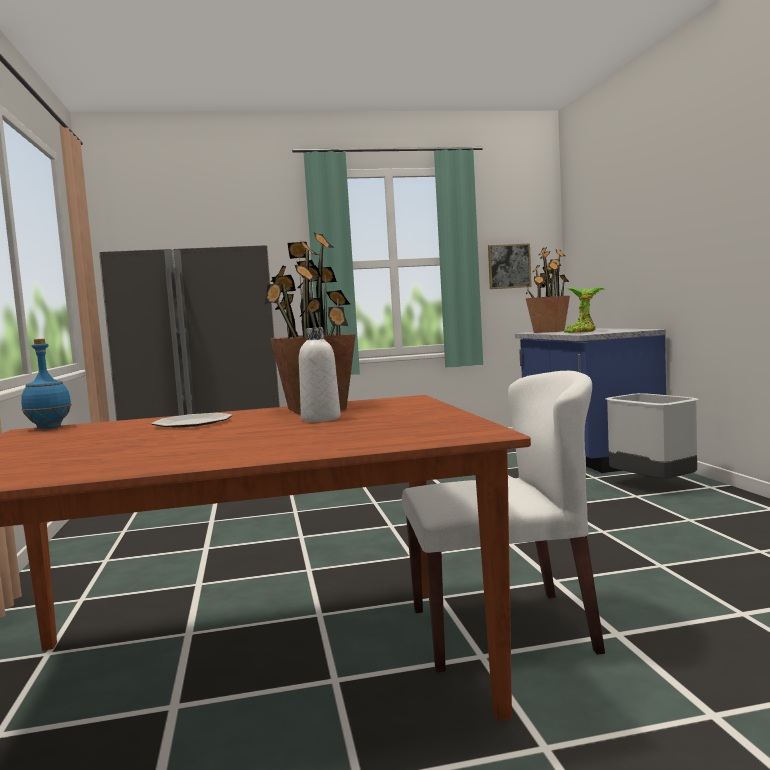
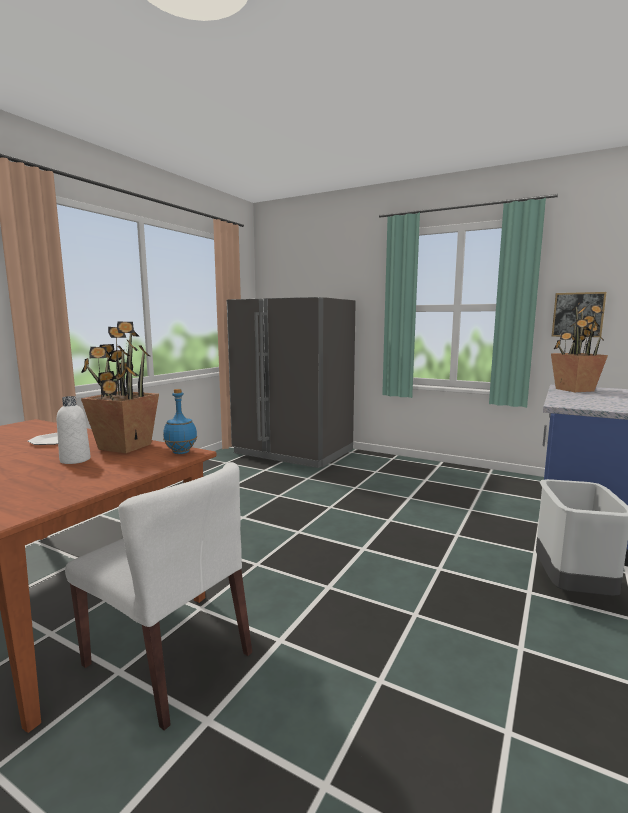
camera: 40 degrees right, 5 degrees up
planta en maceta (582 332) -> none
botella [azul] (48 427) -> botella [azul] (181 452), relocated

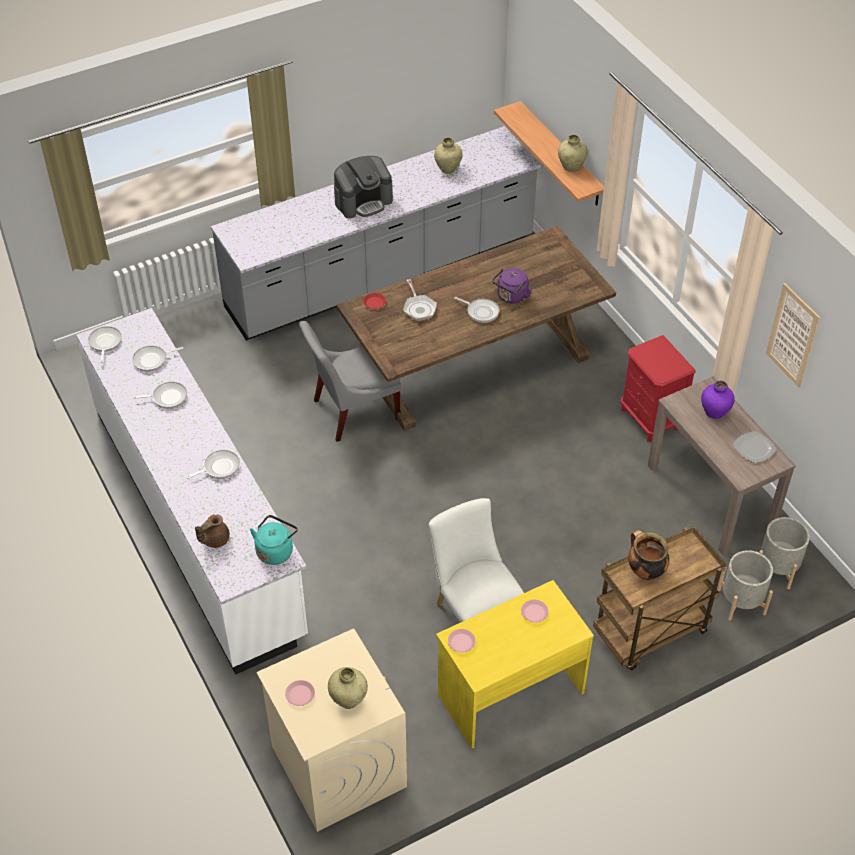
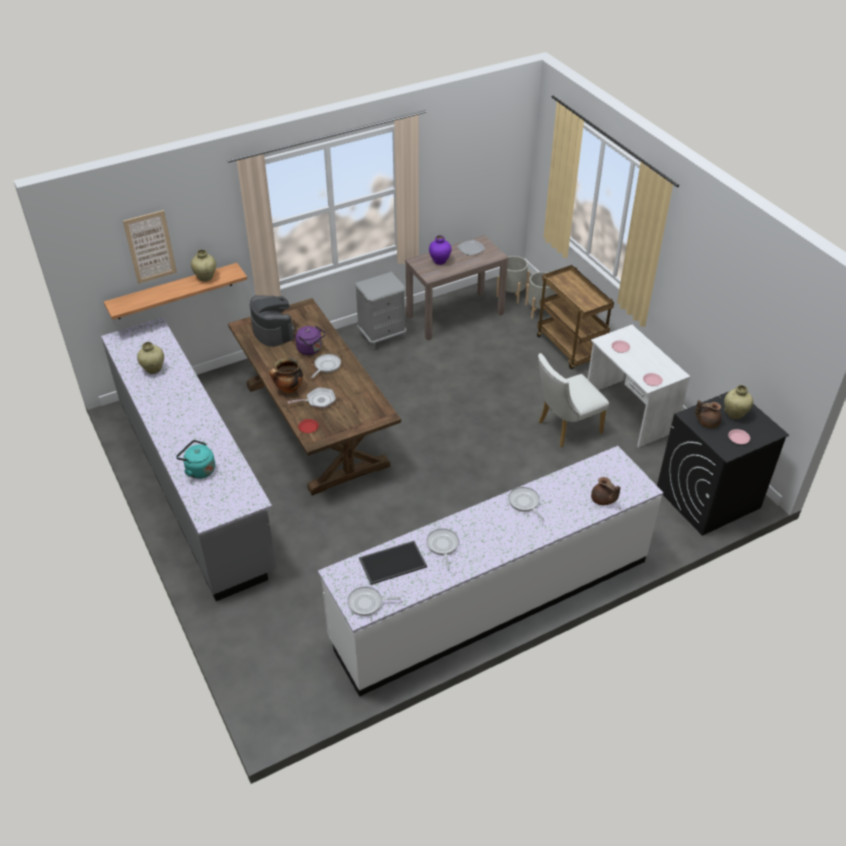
camera: 90 degrees left, 5 degrees down
silla [gris] (352 411) -> none
none -> tetera [marrón] (707 422)
hervidor [turquesa] (275 550) -> hervidor [turquesa] (199 470), relocated
cafetera (363 201) -> cafetera (273 331), relocated
olla (645 571) -> olla (288 389), relocated
cuadro (792 335) -> cuadro (150 247), relocated
sartén (152 360) -> bandeja (393 562)
lavadora [beis] (338 766) -> lavadora [negro] (707 498)
escritorio [amarillo] (509 693) -> escritorio [blanco] (629 412)
mesita de noche [rojo] (650 419) -> mesita de noche [gris] (383 336)

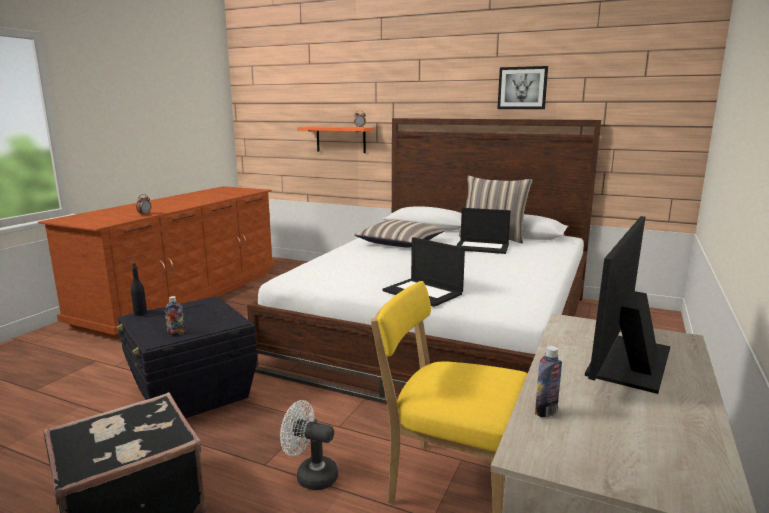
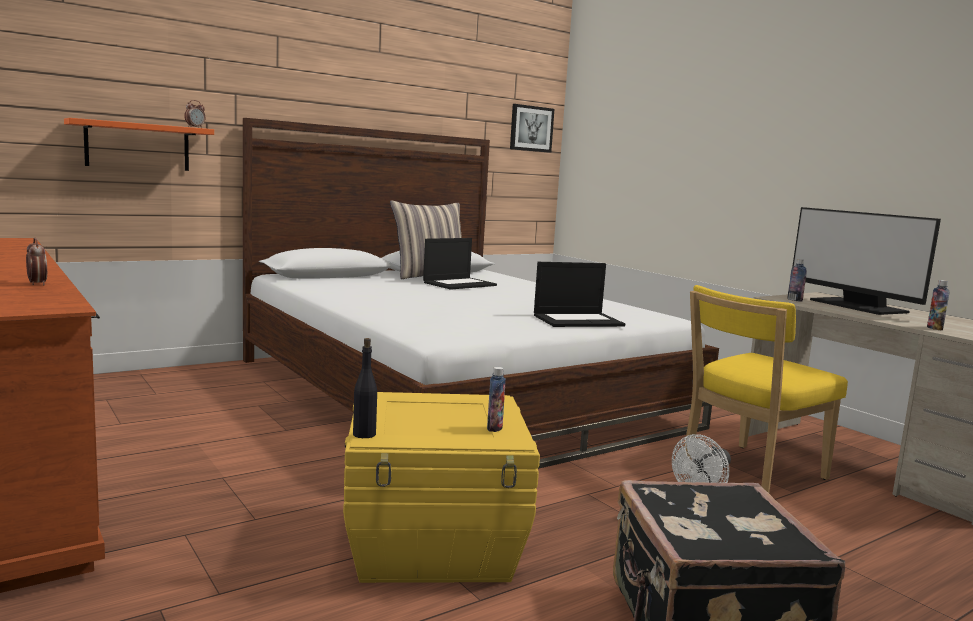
camera: 60 degrees left, 5 degrees down
cojín (400 243) -> none
none -> botella (794 300)
cuadro (522 88) -> cuadro (531 128), relocated
caja de almacenaje [negro] (192 393) -> caja de almacenaje [amarillo] (435 545)

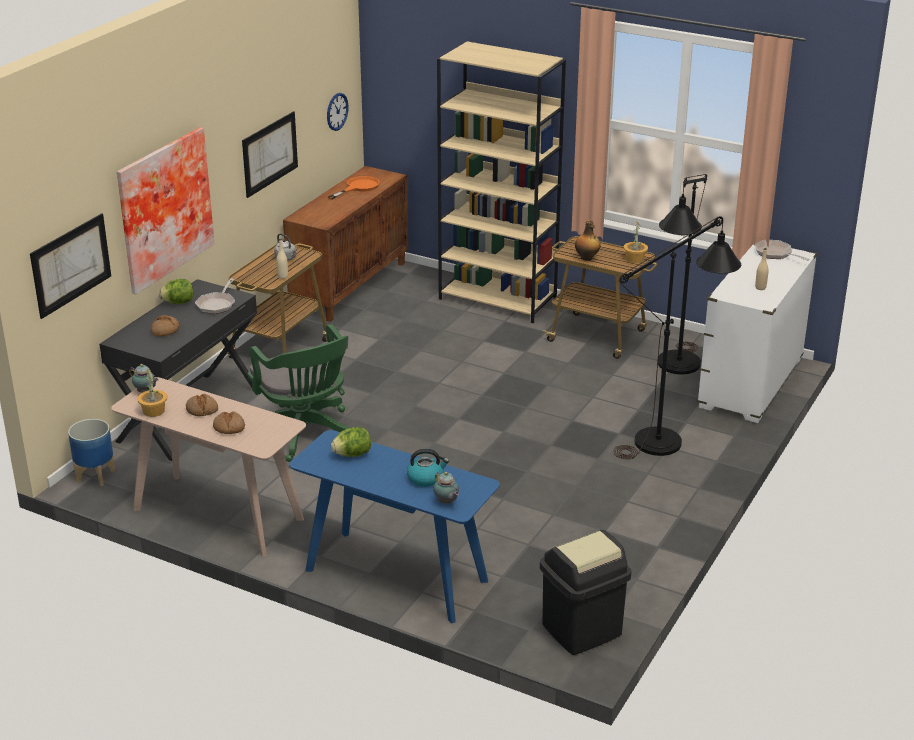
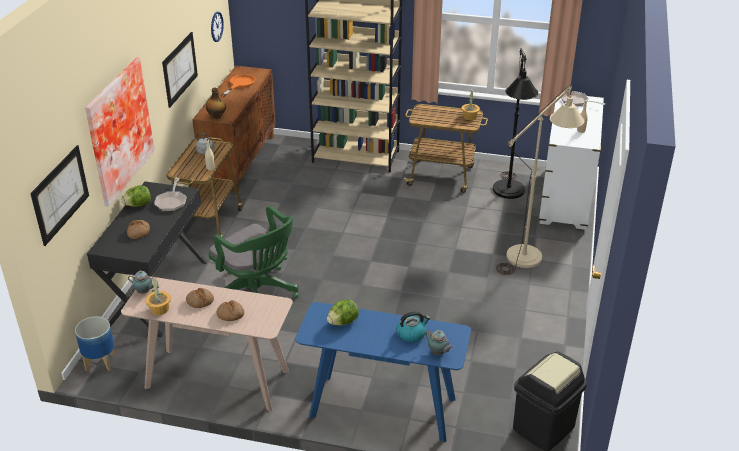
camera: 15 degrees left, 5 degrees up
botella (587 258) -> botella (217 116), relocated
lámpara de pie [negro] (669 439) -> lámpara de pie [beis] (531 252)

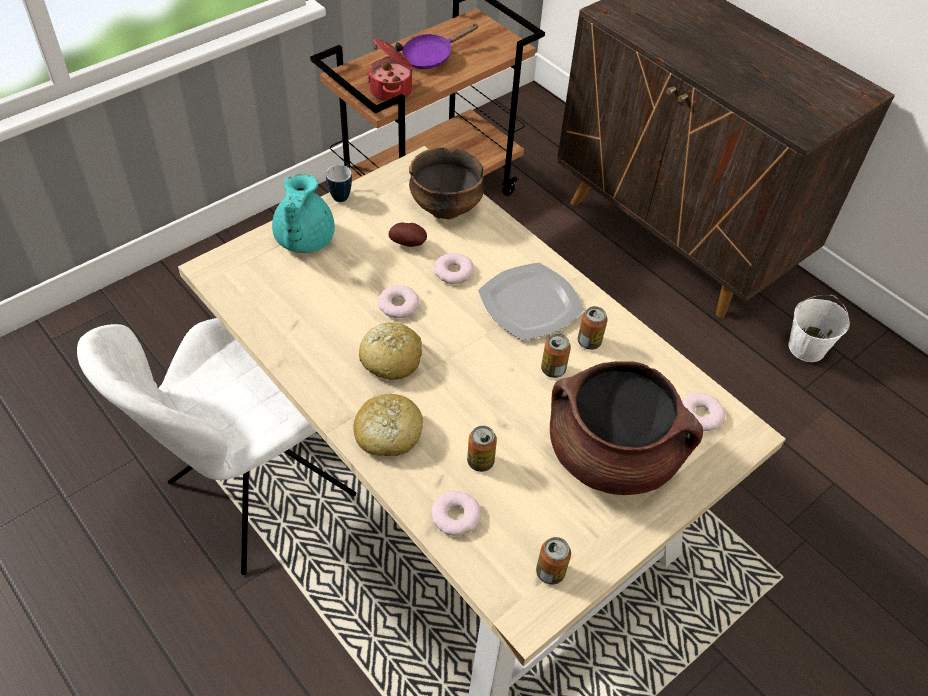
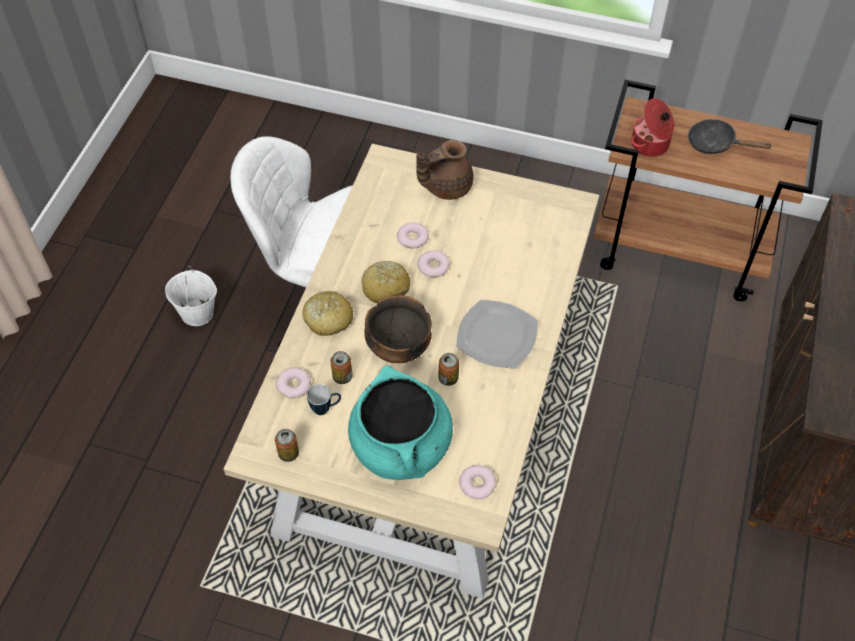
camera: 60 degrees right, 5 degrees up
patata (409 243) -> none
lata (589 342) -> none
taza grande (342 194) -> taza grande (325 408), relocated
cuenco (445 207) -> cuenco (398 347), relocated
rosquilla (453 272) -> rosquilla (412 238), relocated
cubo [blanco] (806 347) -> cubo [blanco] (198 313), relocated
tetera [turquesa] (303 240) -> tetera [marrón] (446 186)
sartén [morado] (431 57) -> sartén [negro] (715 143)
olla [marrón] (612 455) -> olla [turquesa] (401 446)

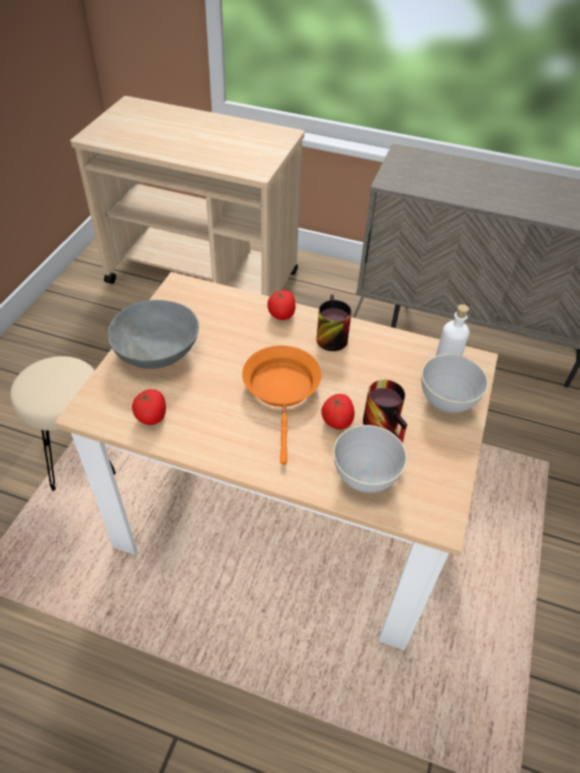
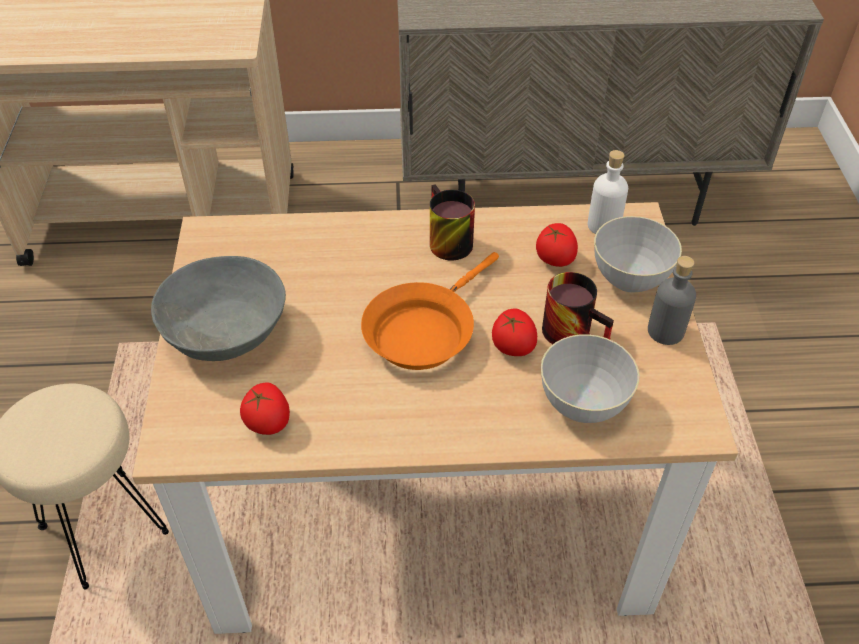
camera: 20 degrees left, 0 degrees up
none -> botella [gris] (665 331)
tomate (282 314) -> tomate (555 258), relocated
sartén [naranja] (282 391) -> sartén [naranja] (423 331), 120 degrees counterclockwise

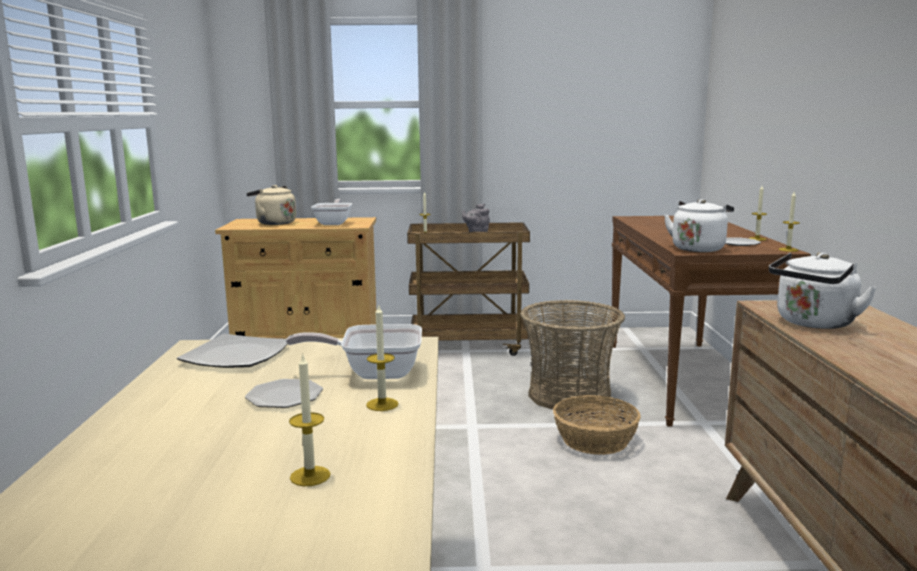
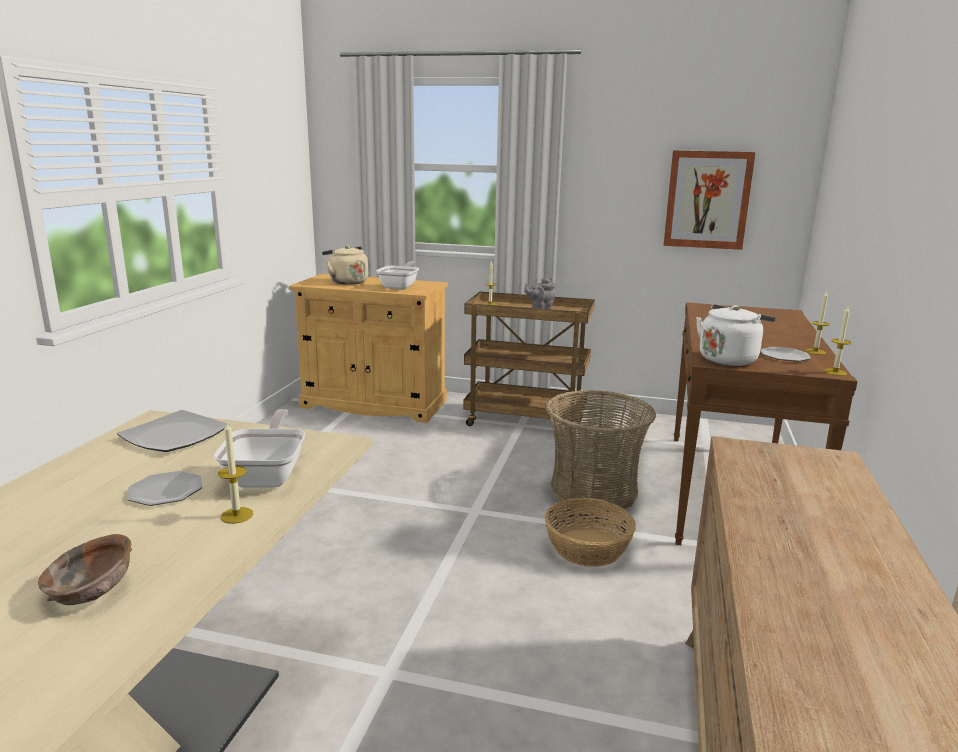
camera: 15 degrees right, 5 degrees up
hervidor [blanco] (813 323) -> none
none -> cuadro (707 200)
vela (310 476) -> cuenco [marrón] (92 590)
sartén (373 373) -> sartén (268 474), 75 degrees clockwise

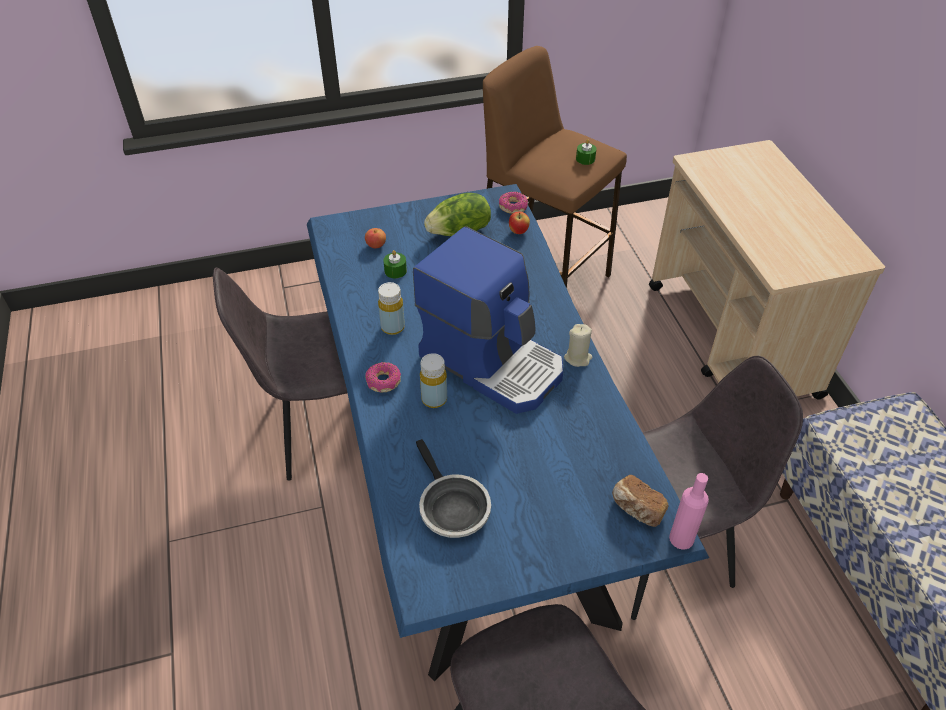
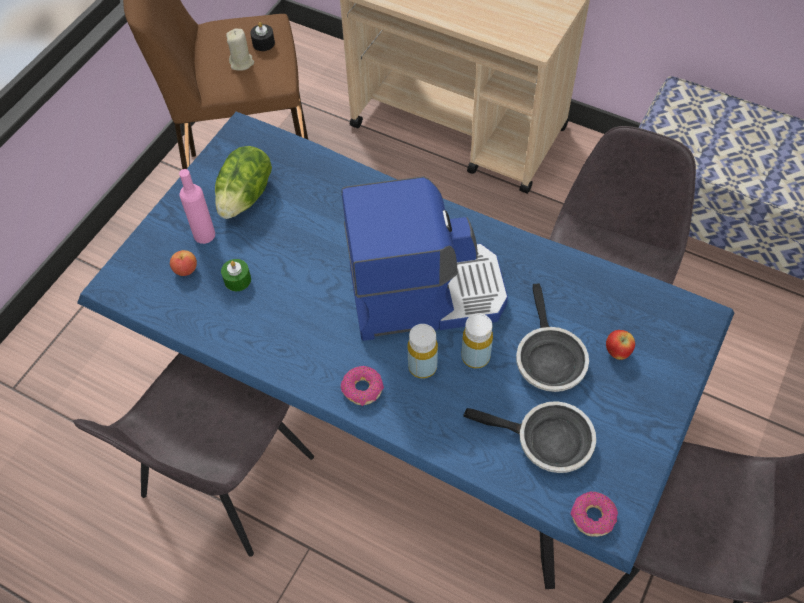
camera: 45 degrees left, 10 degrees up
pan (637 509) -> none
none -> sartén (548 359)
botella [amarillo] (392 327) -> botella [amarillo] (475 357), relocated
rosquilla (513 207) -> rosquilla (592 516), relocated
manzana (518 231) -> manzana (617 352), relocated
vela [beis] (578 358) -> vela [beis] (242 63), relocated
botella [rosa] (681 538) -> botella [rosa] (204 235), relocated
vela [verde] (585 159) -> vela [negro] (263 43)

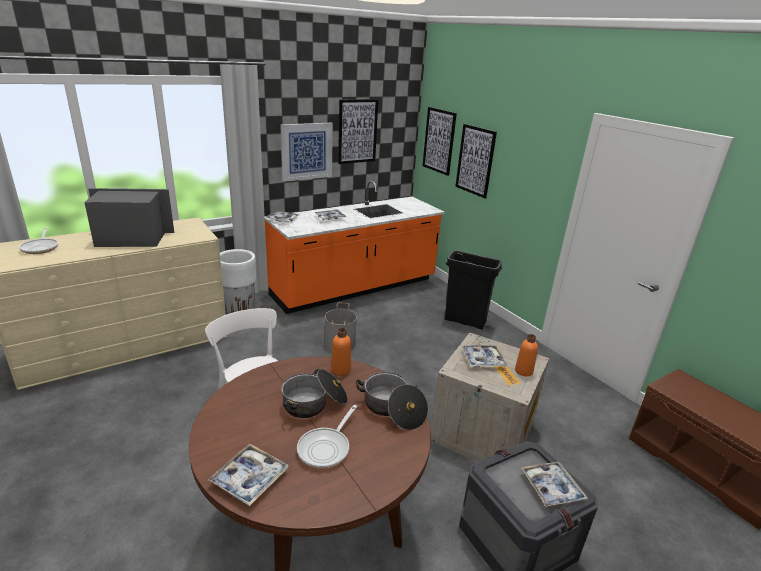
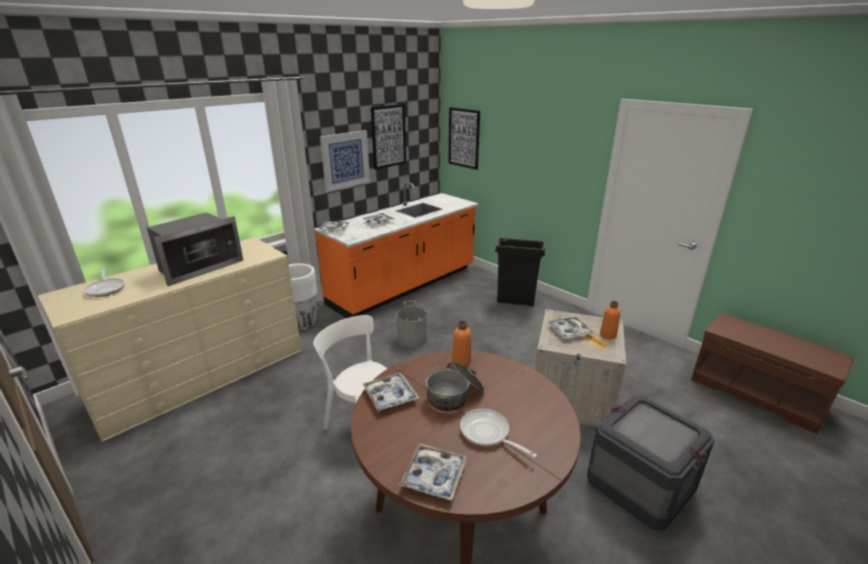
camera: 10 degrees left, 0 degrees up
olla (392 409) -> none
cuadro (475 160) -> none
bandeja (551 488) -> bandeja (390 396), relocated
microondas (131 239) -> microondas (198 267), 150 degrees clockwise
sartén (326 448) -> sartén (488 434), 120 degrees clockwise

